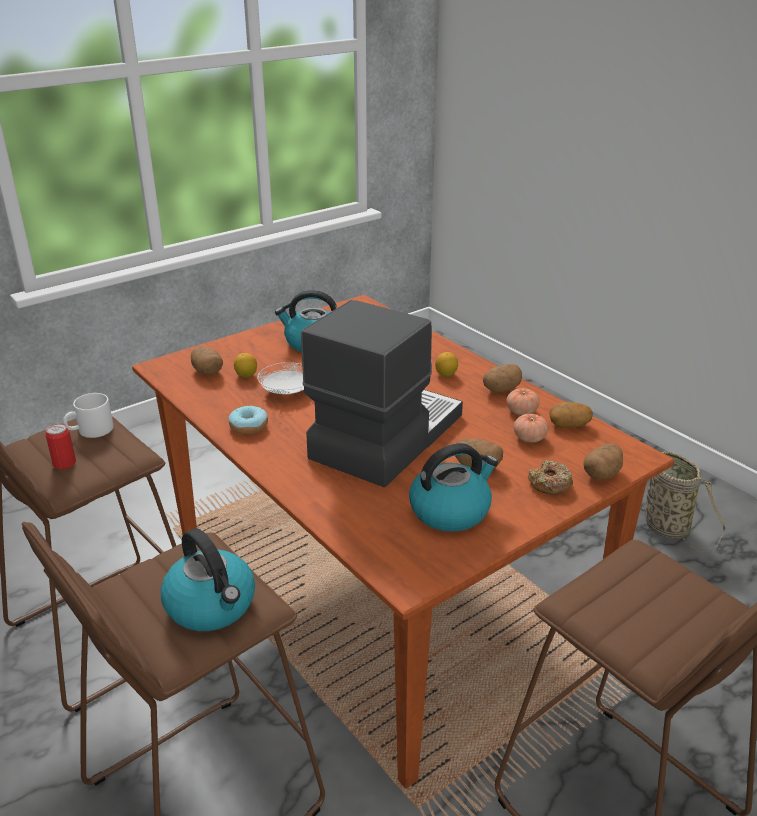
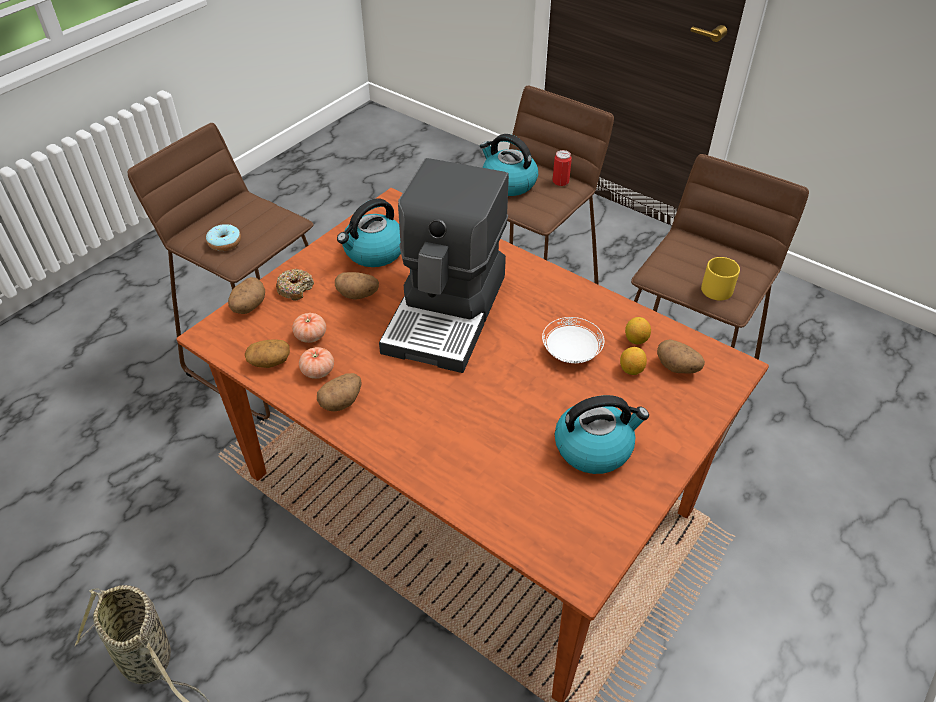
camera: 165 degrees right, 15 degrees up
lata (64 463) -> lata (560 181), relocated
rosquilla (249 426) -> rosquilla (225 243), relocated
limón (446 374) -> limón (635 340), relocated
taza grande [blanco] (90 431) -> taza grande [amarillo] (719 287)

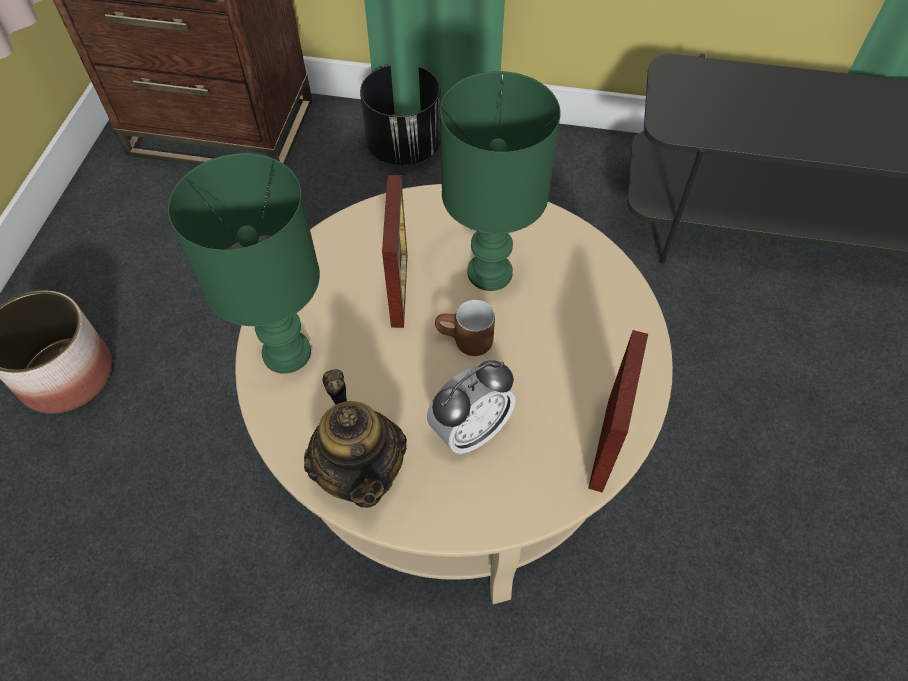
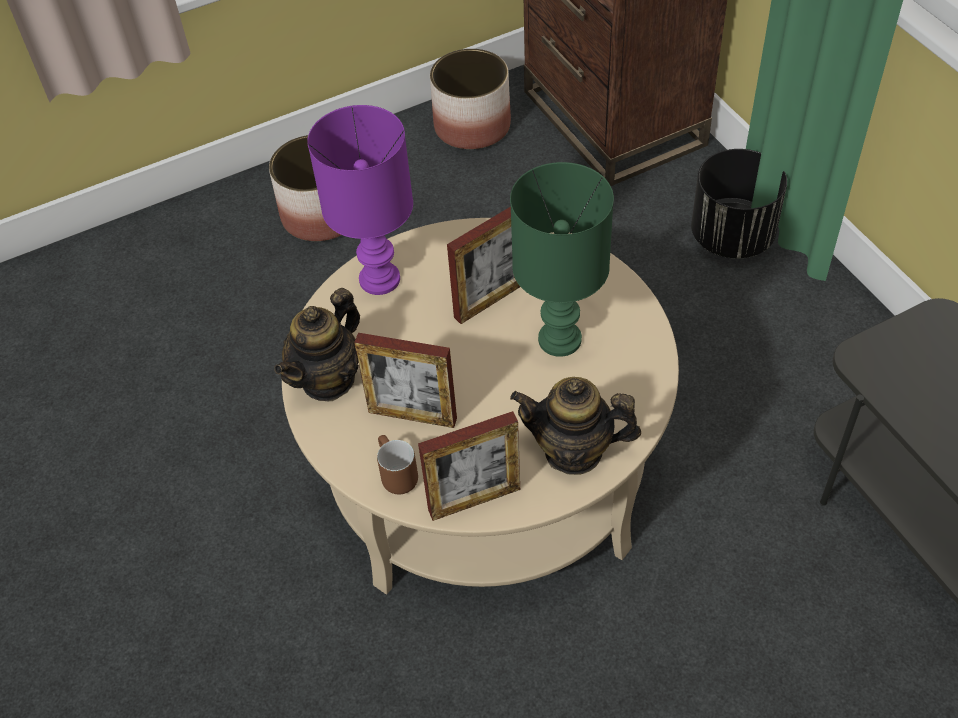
camera: 55 degrees right, 5 degrees down
none -> maceta (473 126)
none -> tetera (574 451)
taza grande [marrón] (464 343) -> taza grande [marrón] (394 475), relocated
despertador (470 430) -> portarretratos (412 415)
lámpara de mesa [verde] (288 354) -> lámpara de mesa [morado] (379 281)

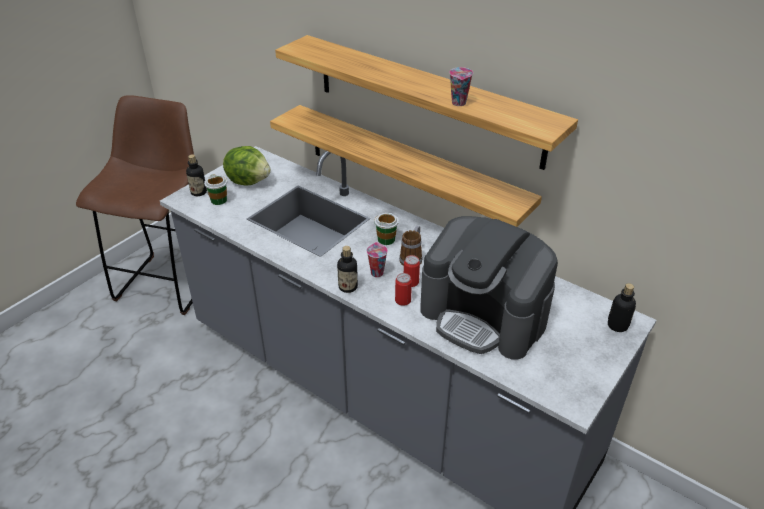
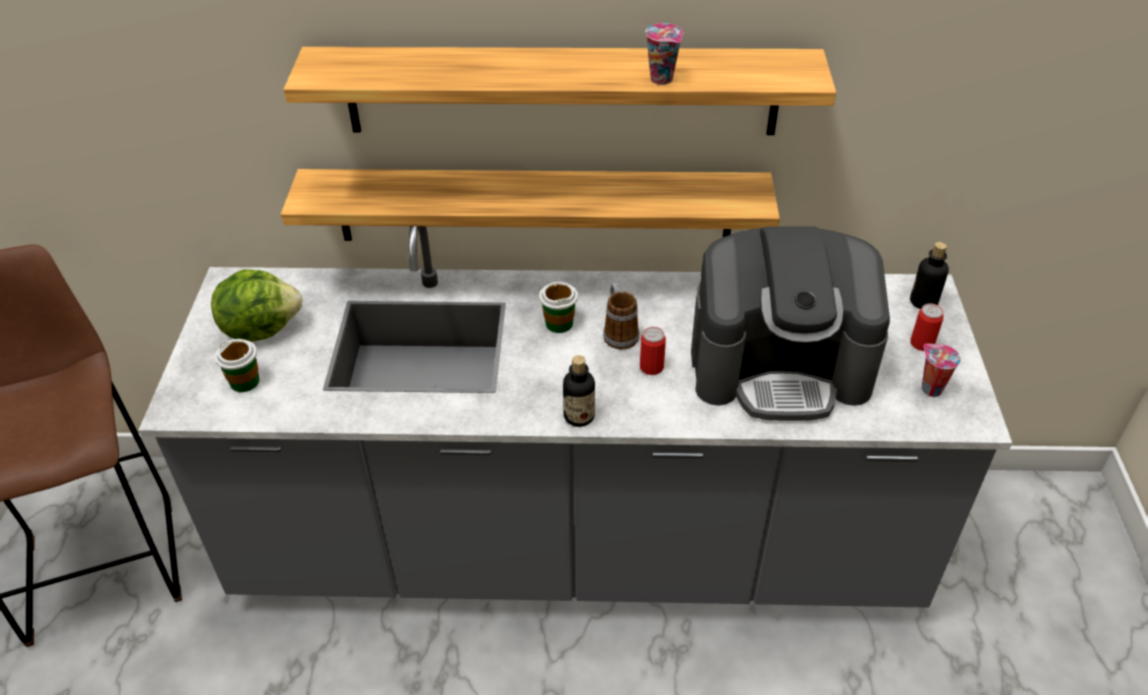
camera: 35 degrees left, 5 degrees up
botella (199 192) -> none
taza (376 272) -> taza (930 389), relocated
lata (403 300) -> lata (922 343), relocated

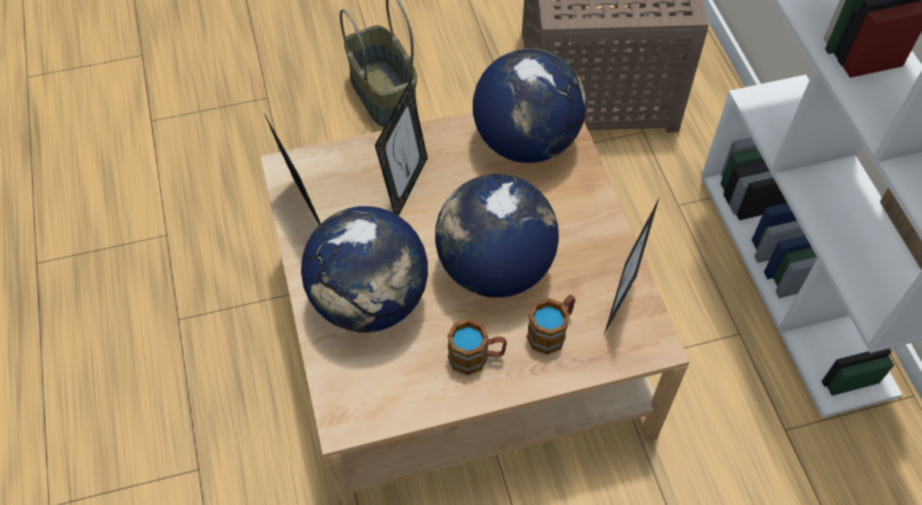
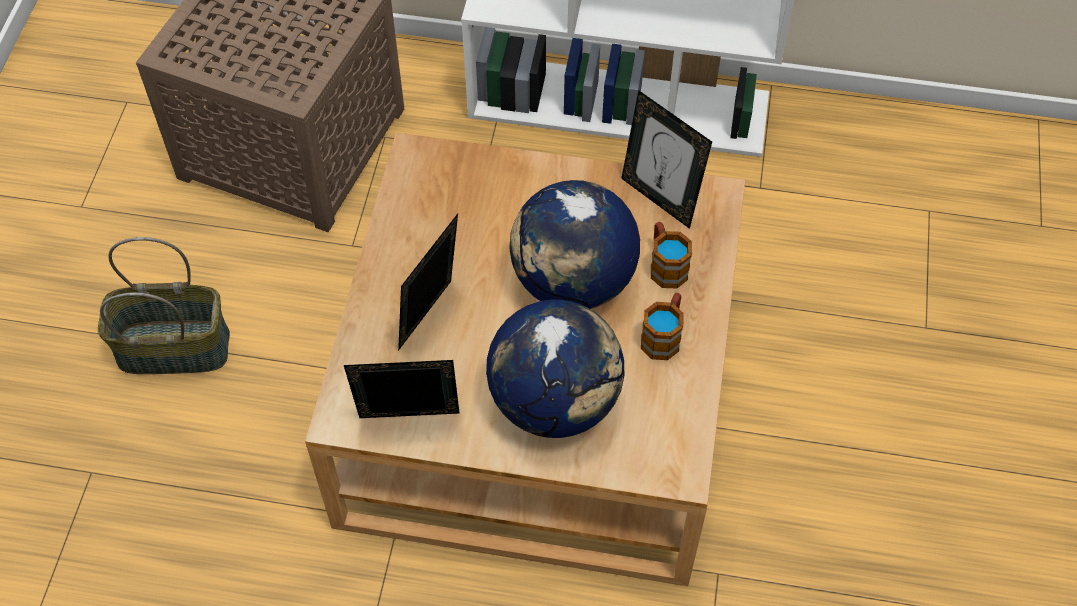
camera: 65 degrees left, 0 degrees up
globo terráqueo (526 141) -> none
portarretratos (405 187) -> portarretratos (431 319), 105 degrees counterclockwise

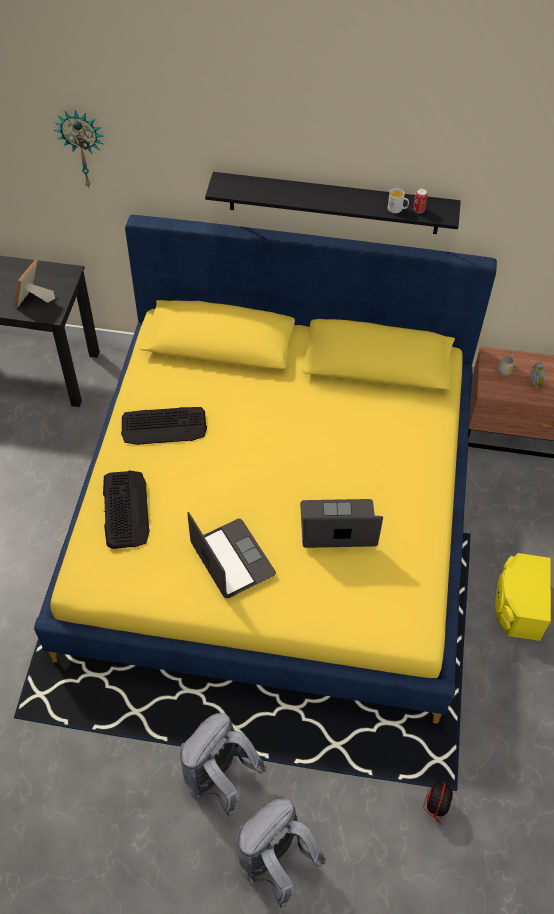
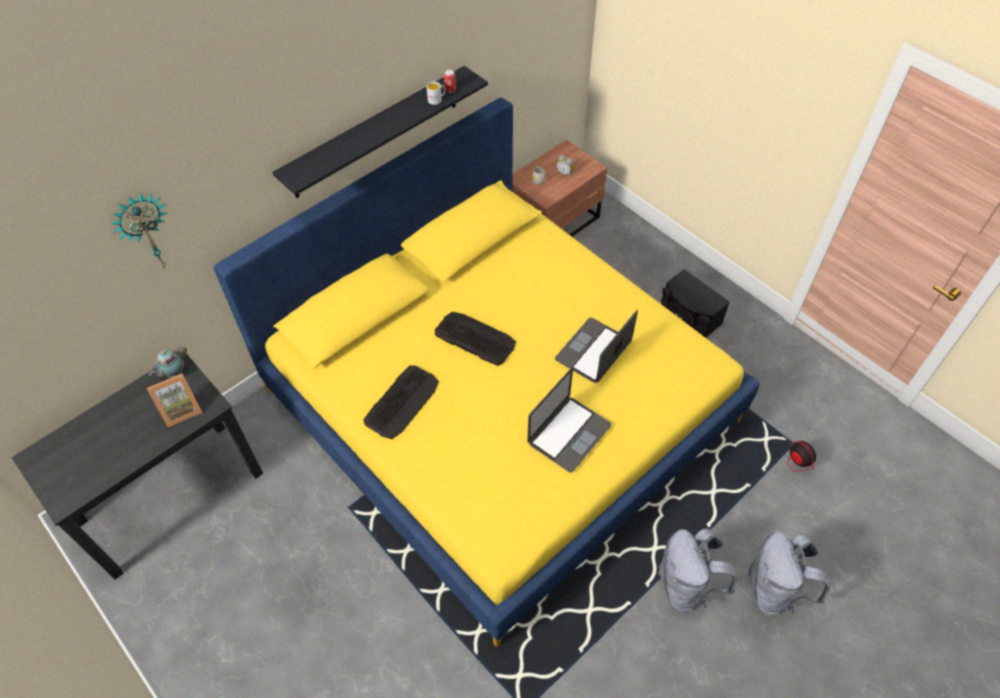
camera: 50 degrees left, 0 degrees up
none -> tetera (174 373)
teclado (125 509) -> teclado (475 338), relocated
altavoz [amarillo] (518 606) -> altavoz [negro] (688 317)
portarretratos (33 300) -> portarretratos (181 409), 90 degrees counterclockwise
portátil (232 559) -> portátil (569 433), 120 degrees clockwise

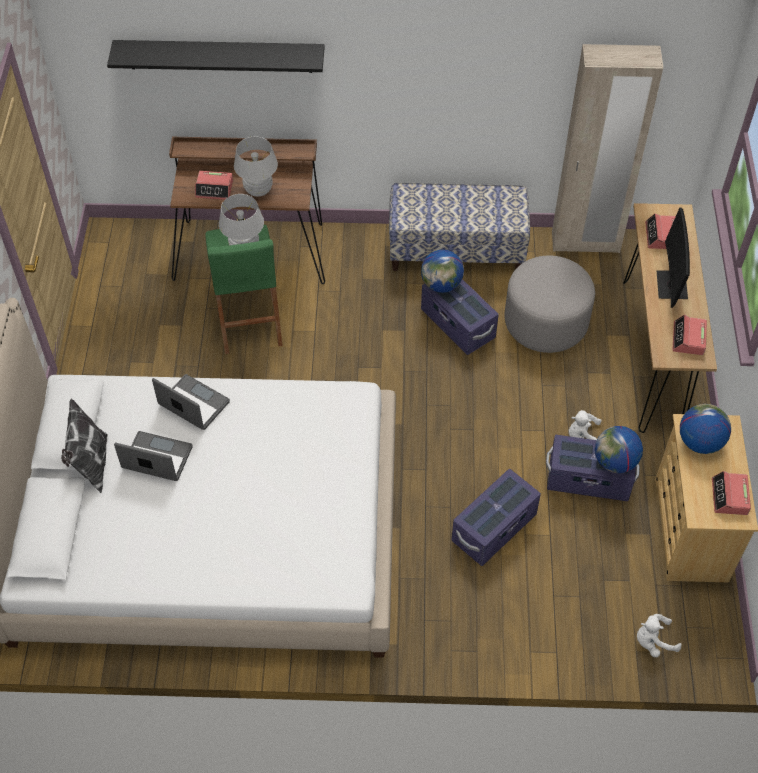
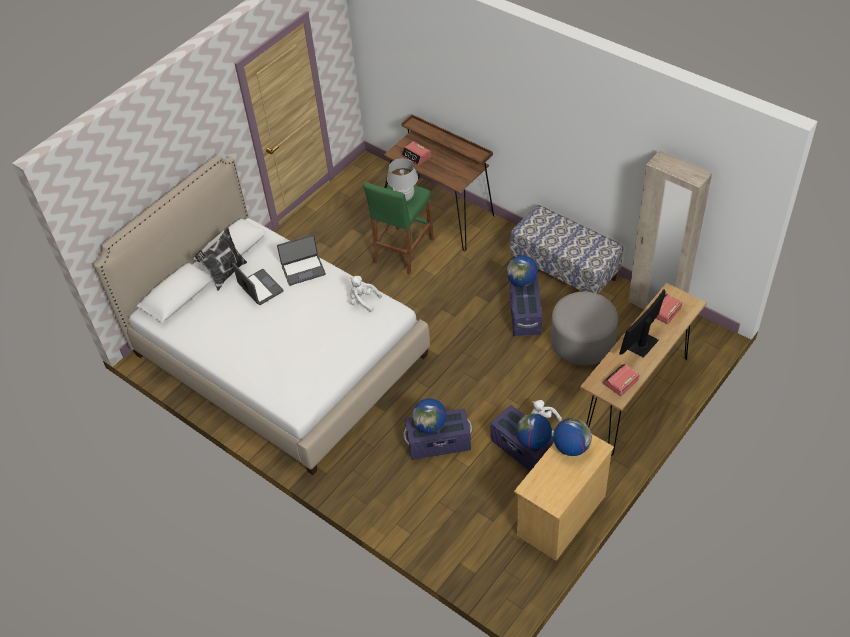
camera: 40 degrees right, 5 degrees down
estante [negro] (220 56) -> none
lámpara de mesa [blanco] (258 190) -> none
despertador (729 497) -> none
none -> globo terráqueo (430 426)
peluche [blanco] (653 641) -> peluche [blanco] (363 301), relocated
portátil (193 404) -> portátil (303 270), 90 degrees clockwise

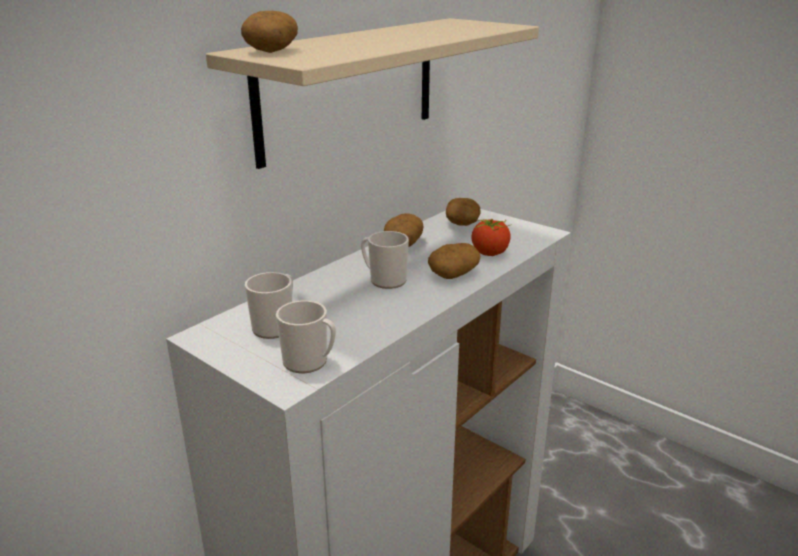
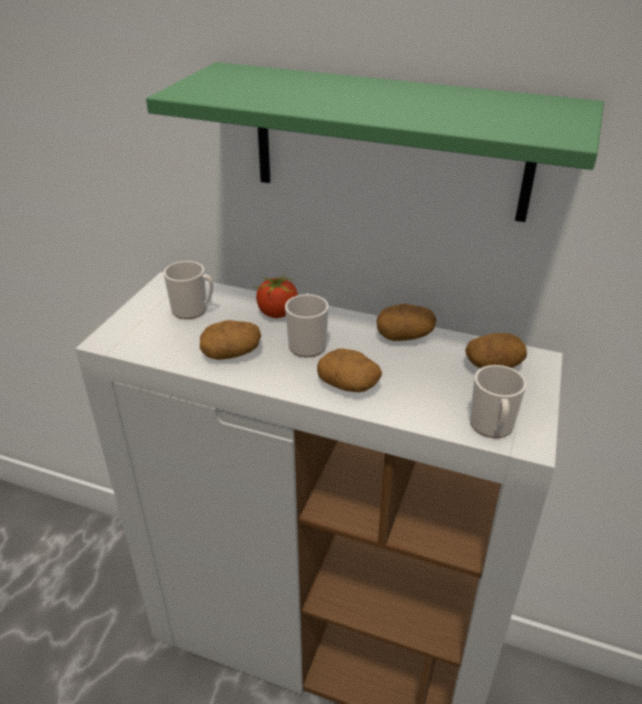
camera: 70 degrees right, 10 degrees up
patata (271 50) -> patata (231 352), relocated
taza grande (309 362) -> taza grande (492 427), relocated
tomate (490 253) -> tomate (277 313), relocated
estante [beis] (349 88) -> estante [verde] (390 142)

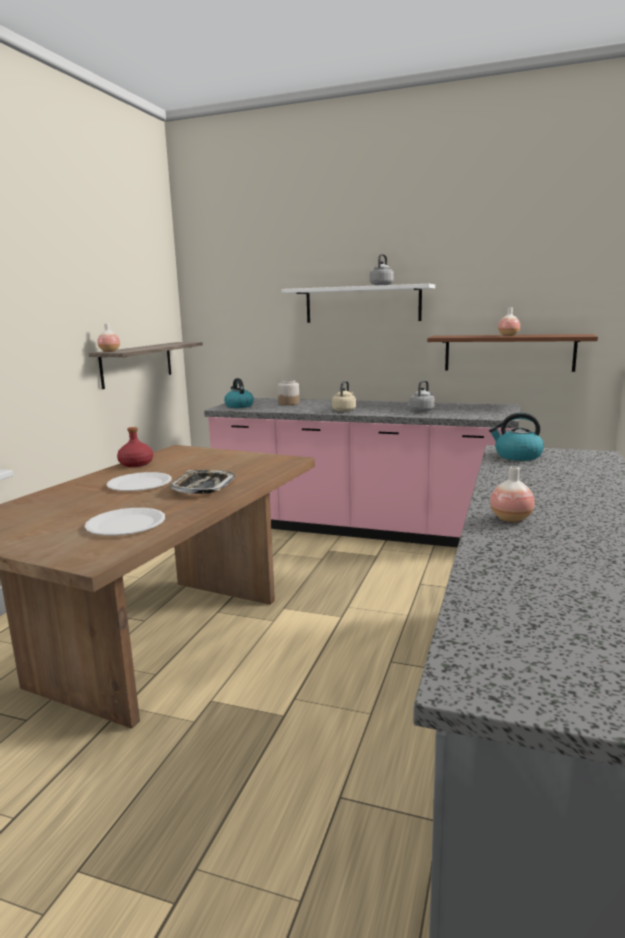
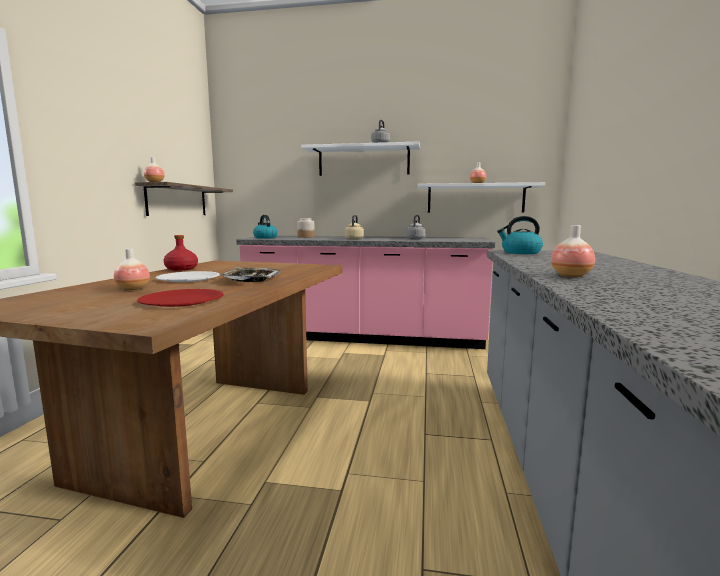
camera: 10 degrees left, 5 degrees down
none -> florero (133 289)
plato [blanco] (126 524) -> plato [rojo] (182 300)
estante [marrón] (509 353) -> estante [blanco] (475 198)

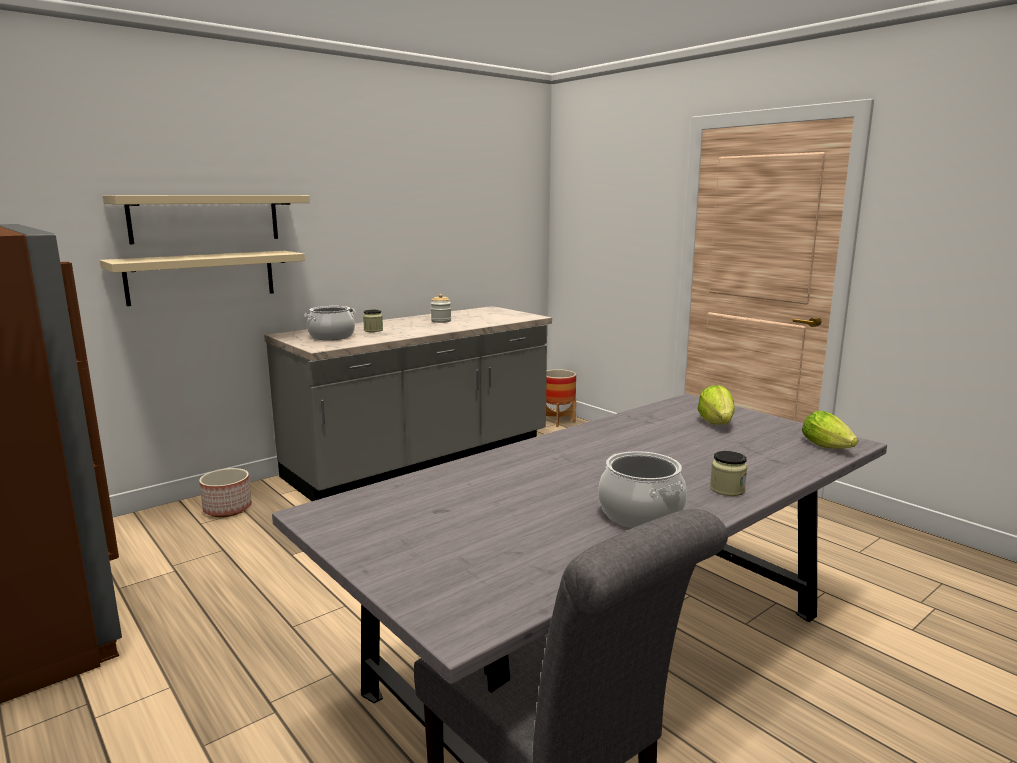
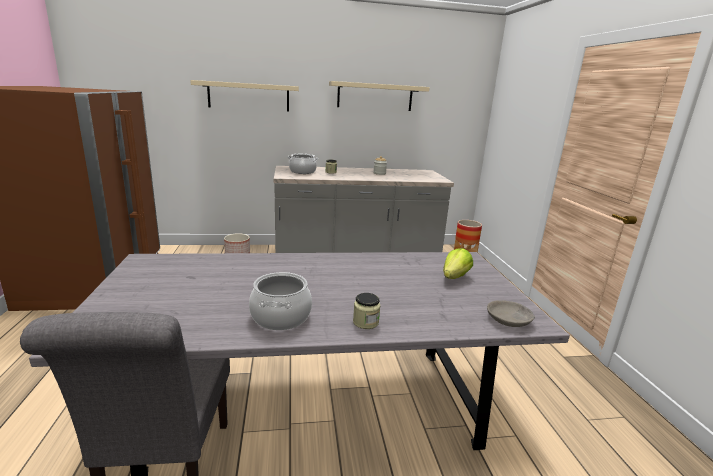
camera: 30 degrees right, 5 degrees up
estante [beis] (201 277) -> estante [beis] (375 96), relocated
lechuga (829 447) -> cuenco [gris] (509 320)

